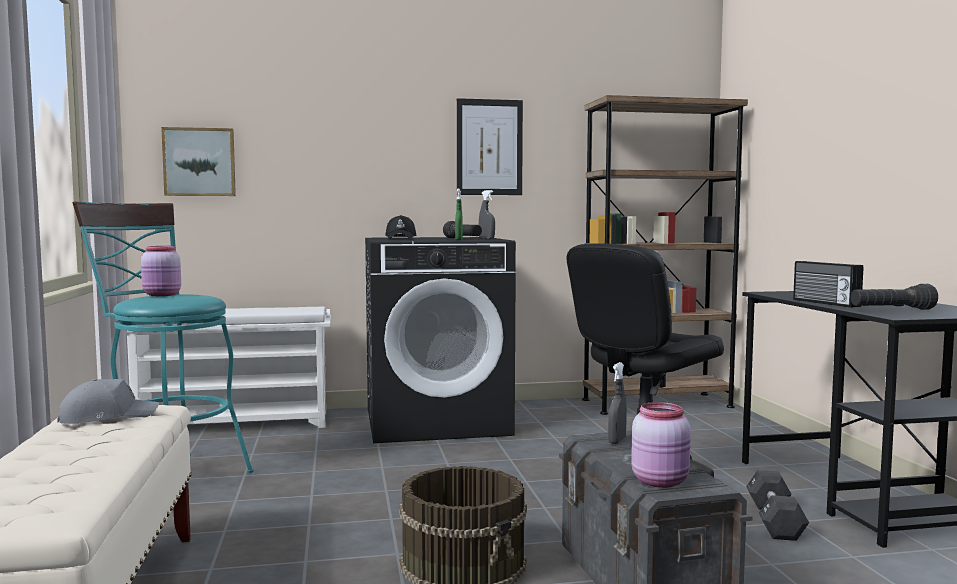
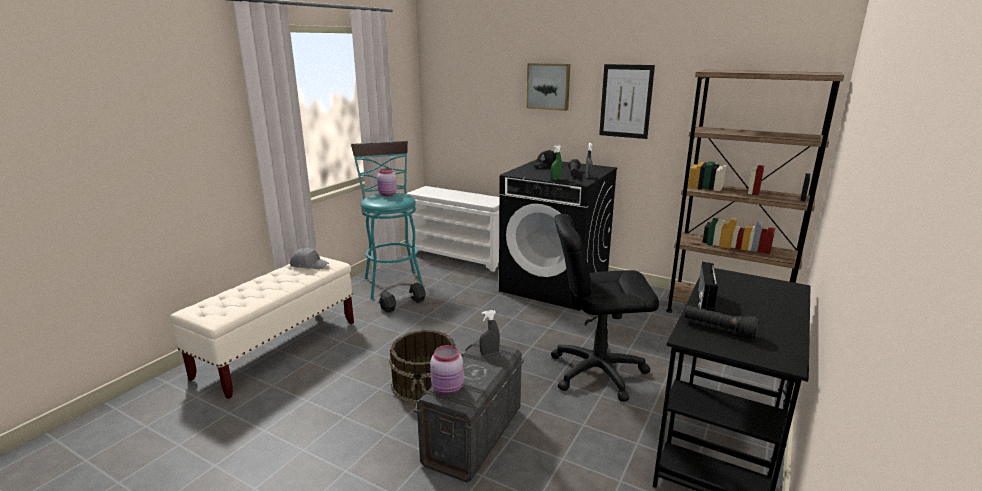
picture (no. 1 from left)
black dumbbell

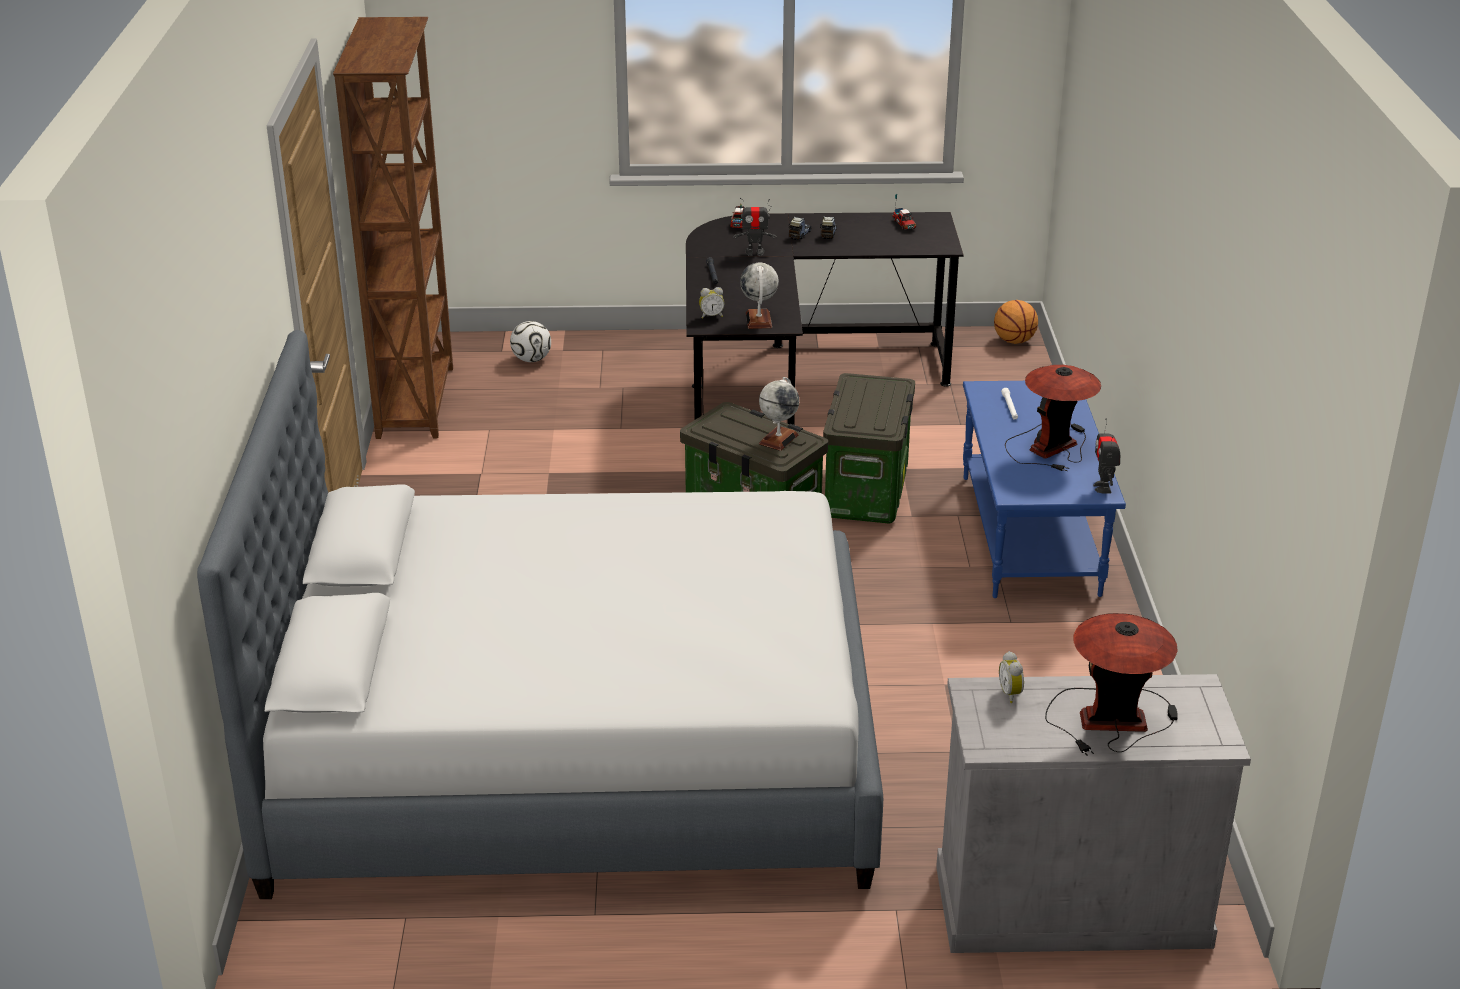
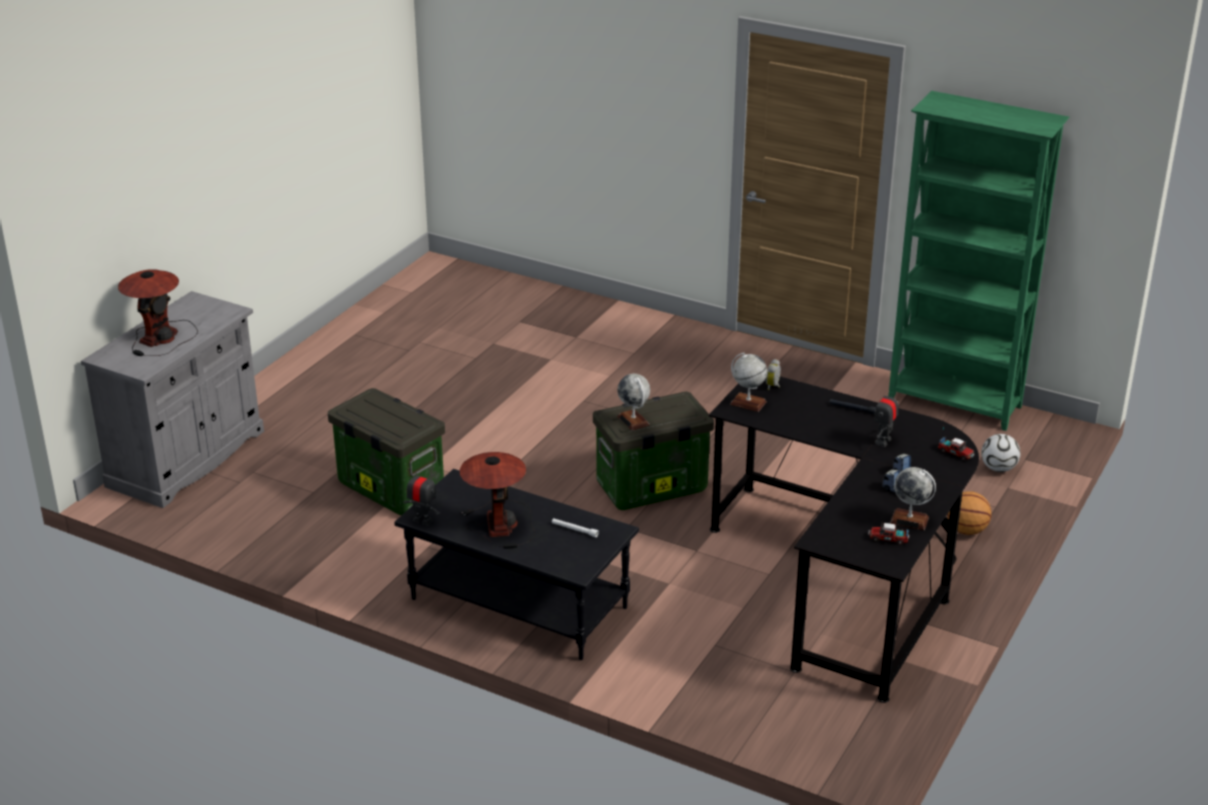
green bookcase
basketball
grey bed
storage box (no. 1 from left)
black coffee table
alarm clock (no. 2 from left in the first image)
globe (no. 3 from left)

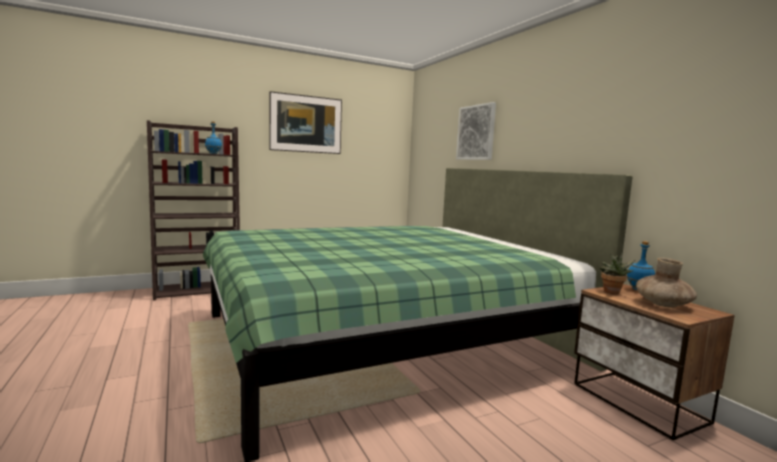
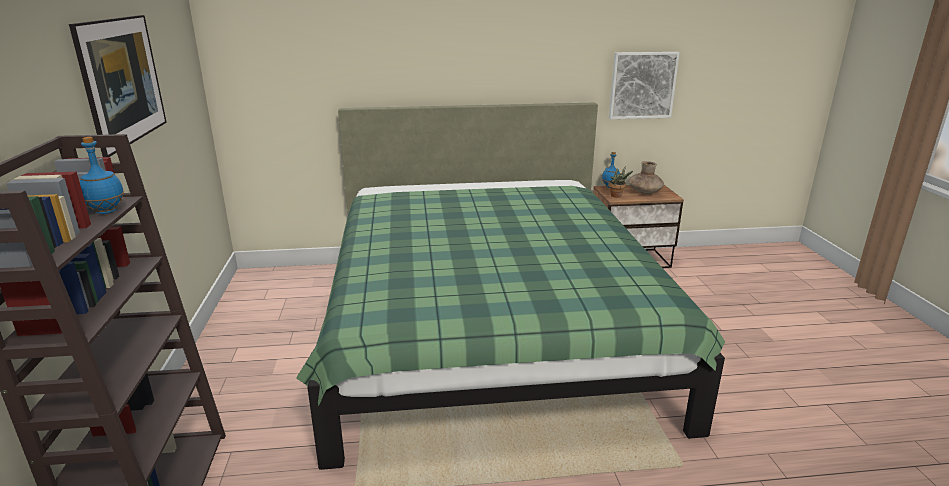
picture (no. 2 from left)

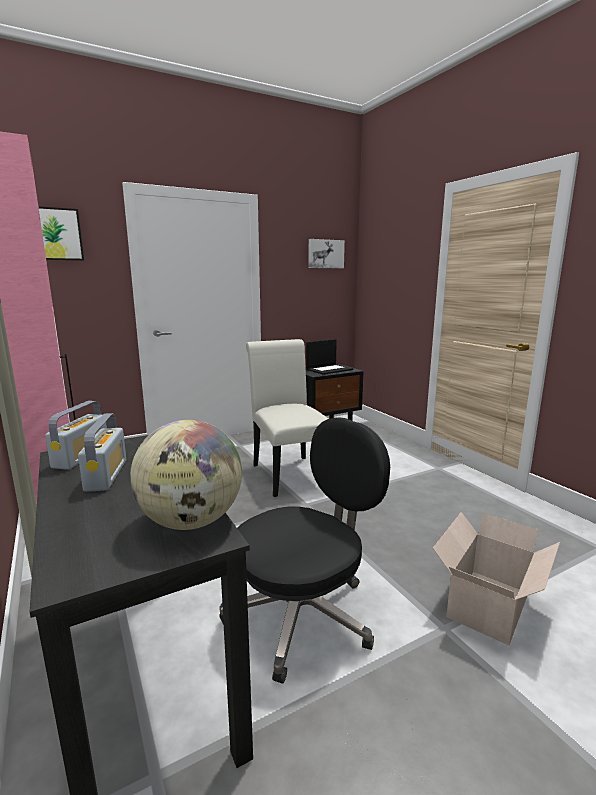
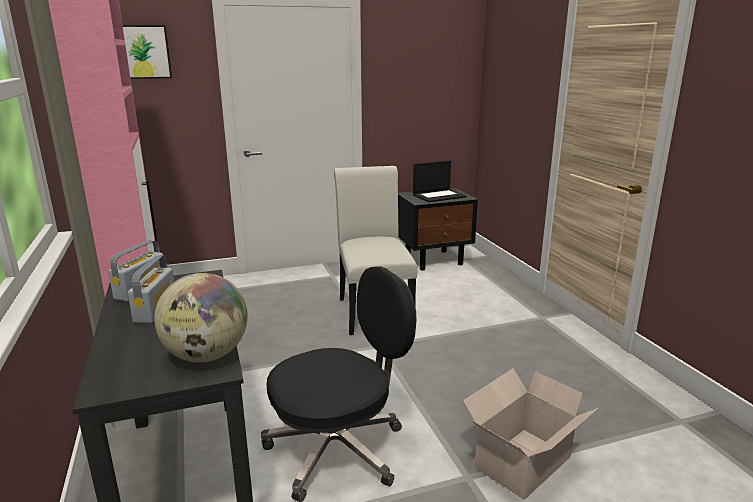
picture (no. 2 from left in the first image)

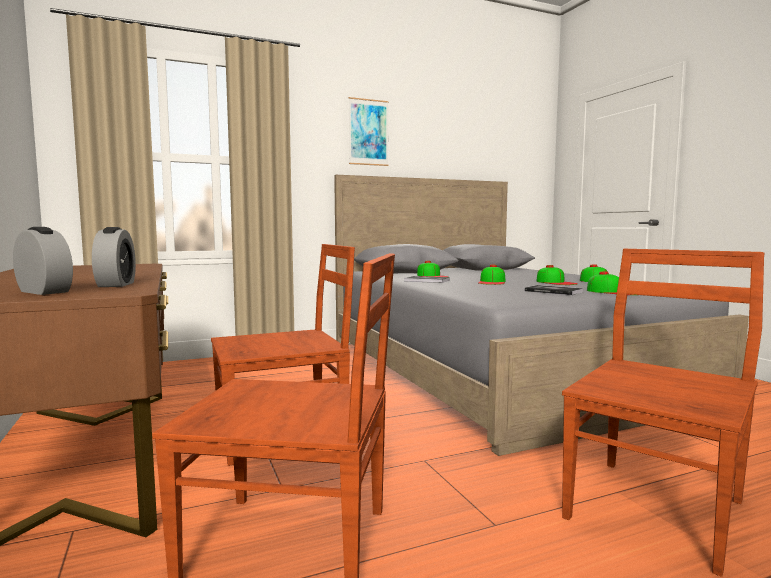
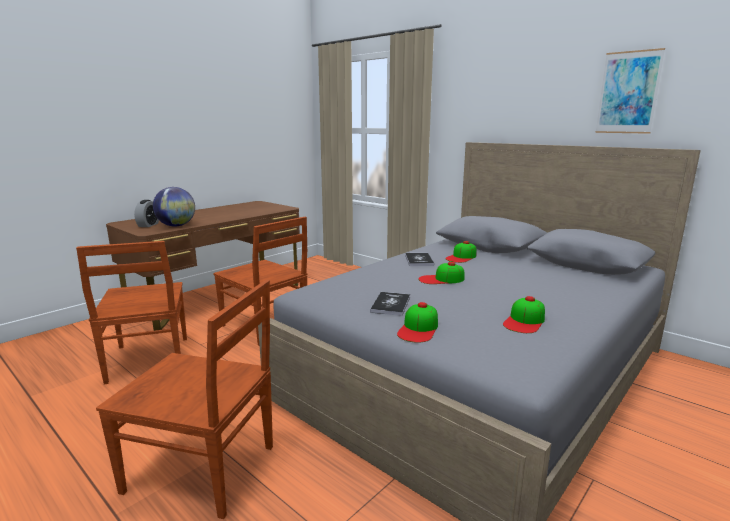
picture
globe
cap (no. 3 from left in the first image)

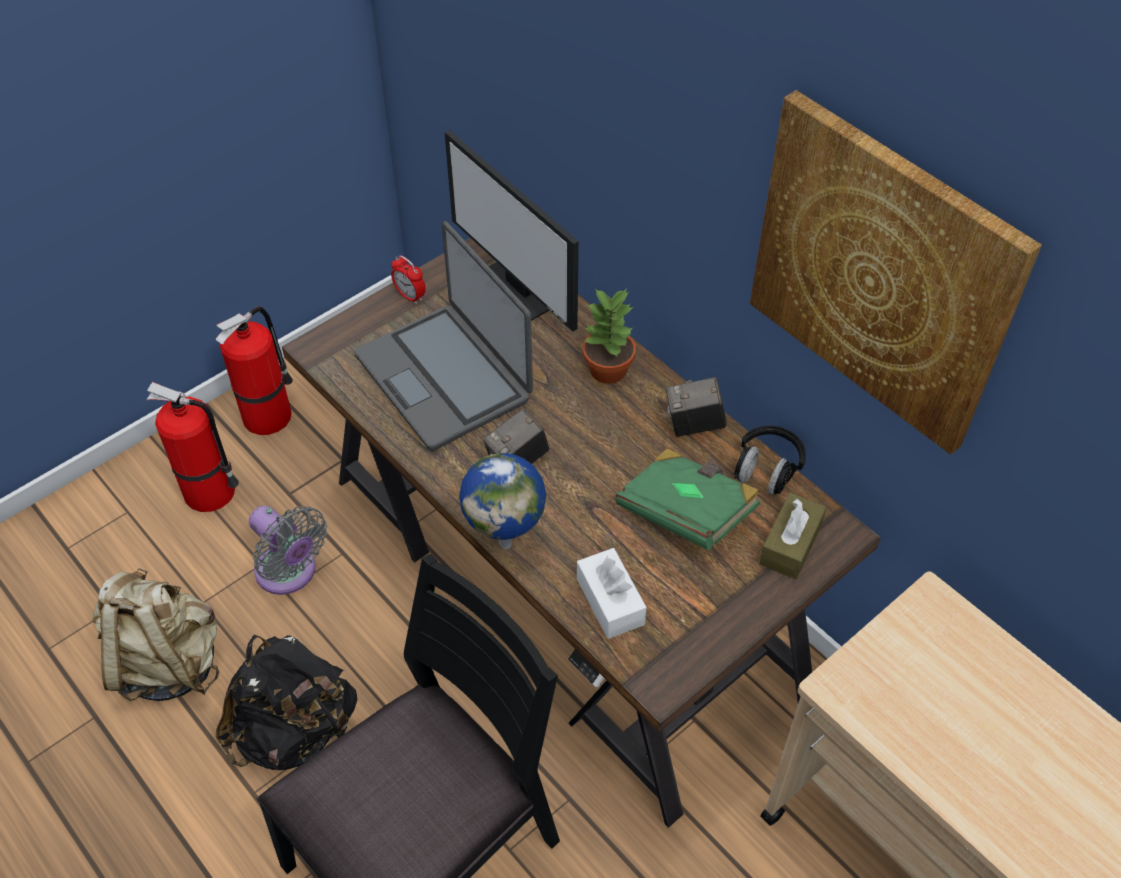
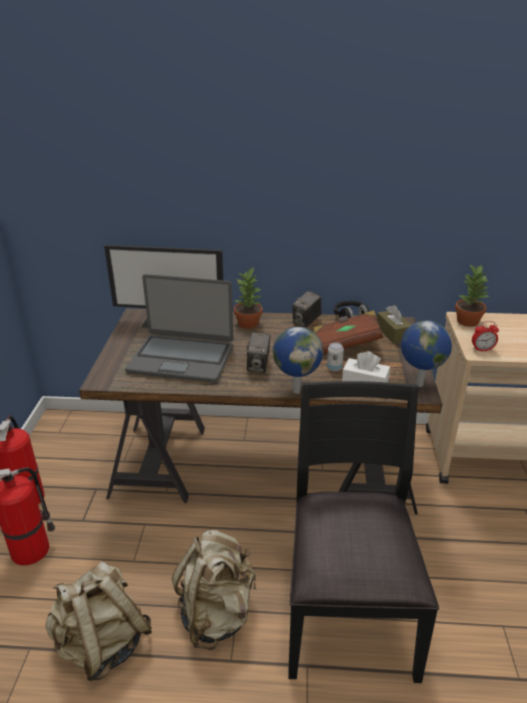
picture
alarm clock
brown book
grey fan
beige backpack (no. 2 from left)
potted plant (no. 2 from left)
globe (no. 2 from left)
can

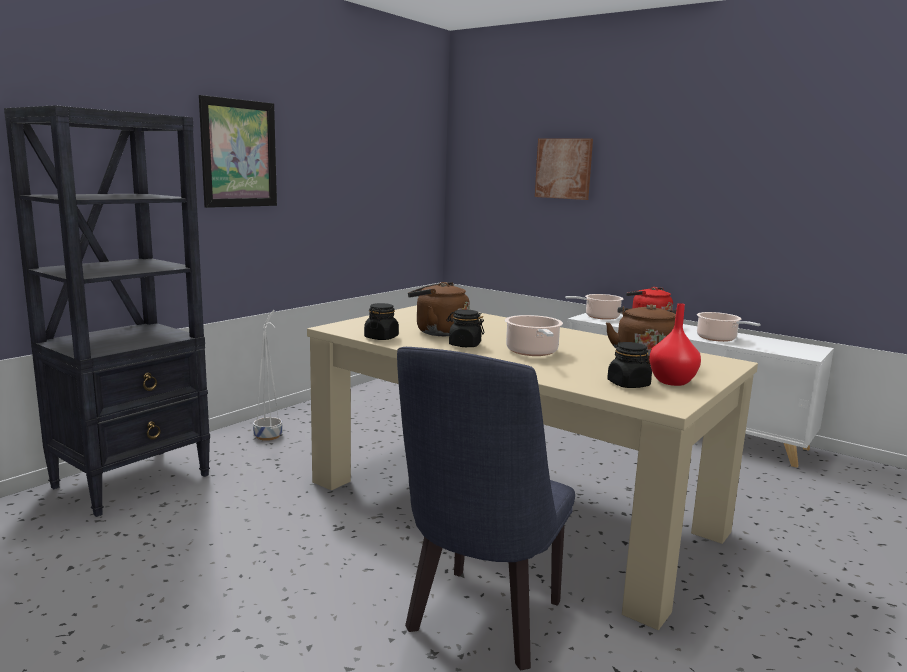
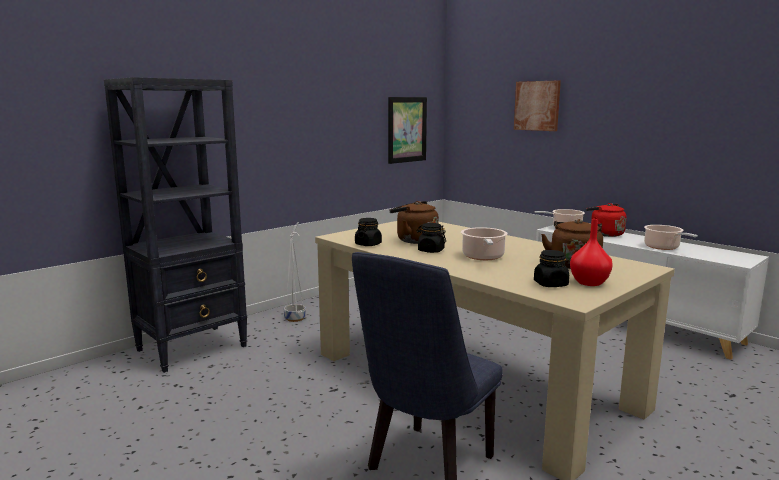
picture (no. 1 from left)

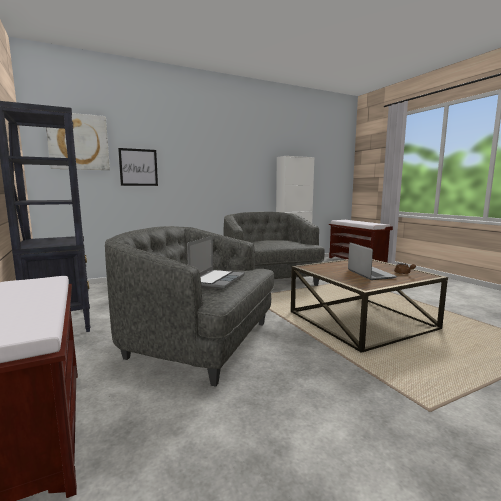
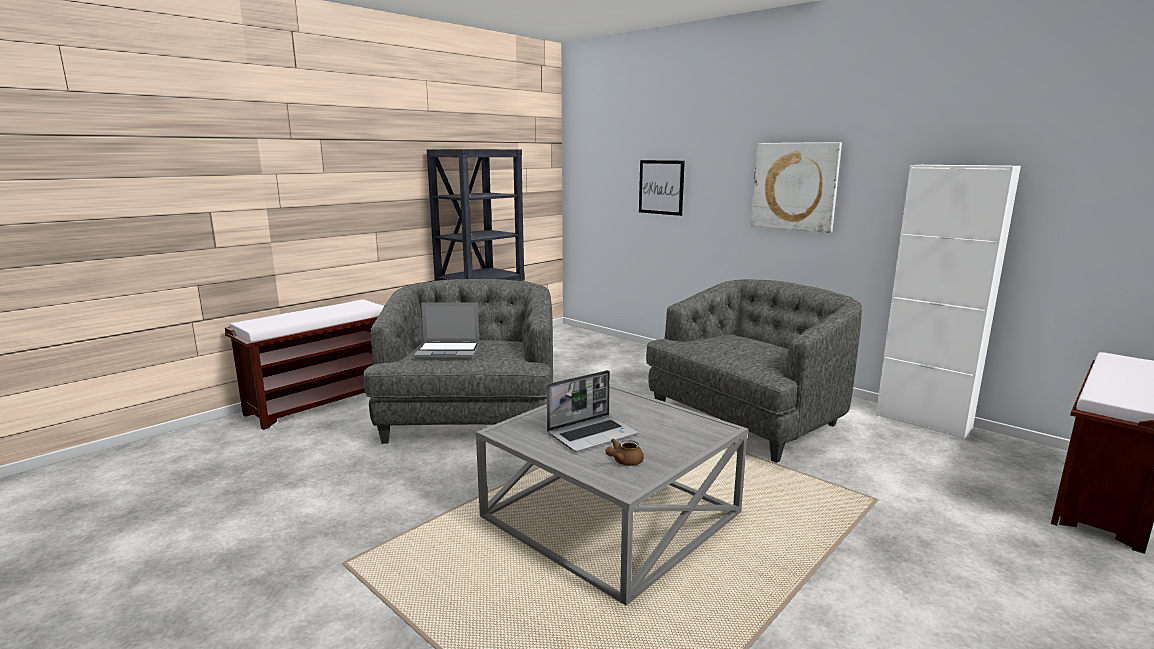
picture (no. 2 from left)
grey coffee table

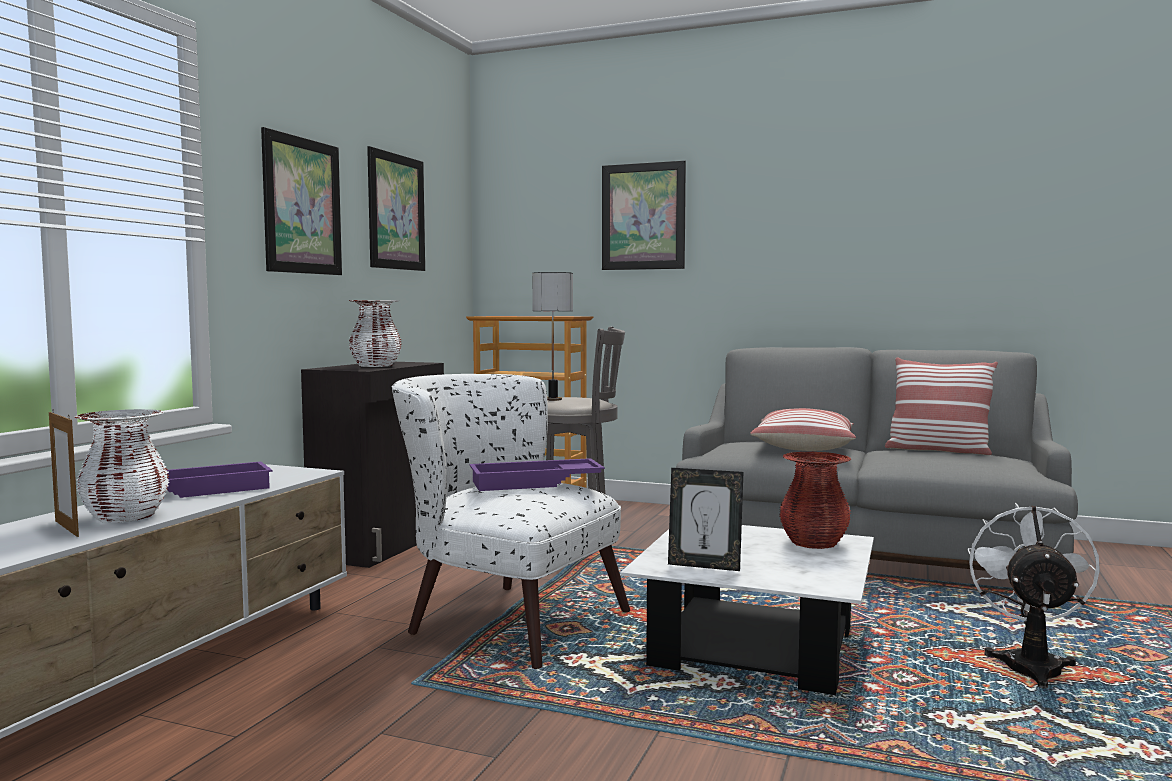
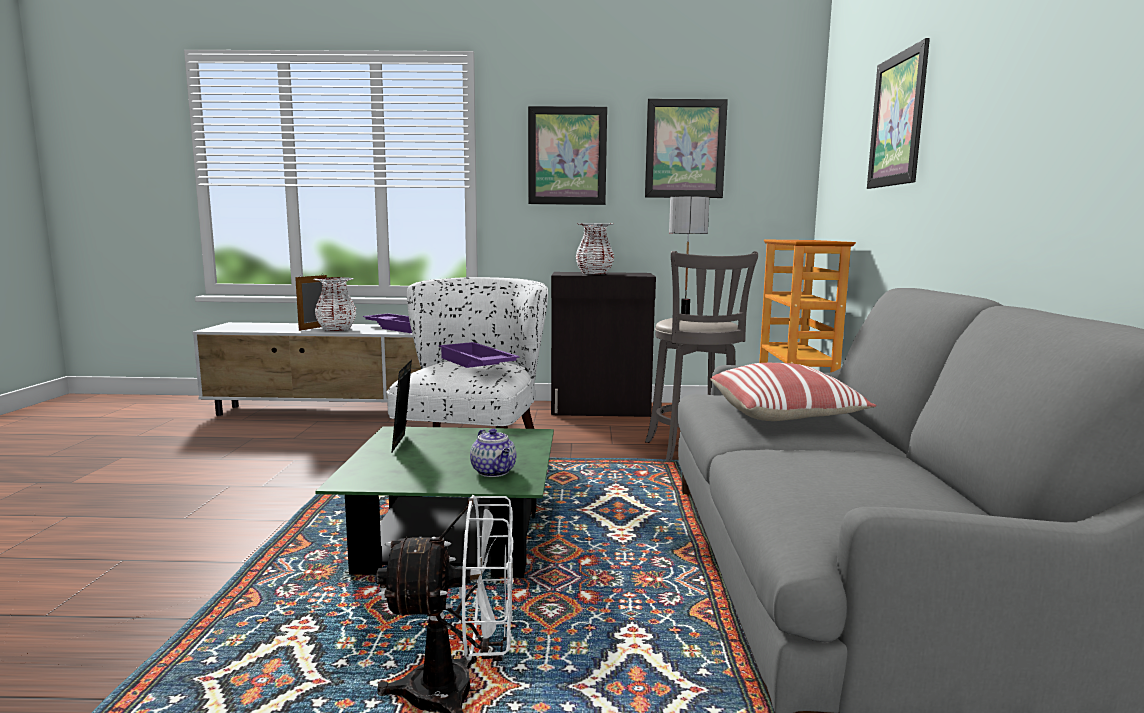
pillow (no. 2 from left in the first image)
teapot
green coffee table

